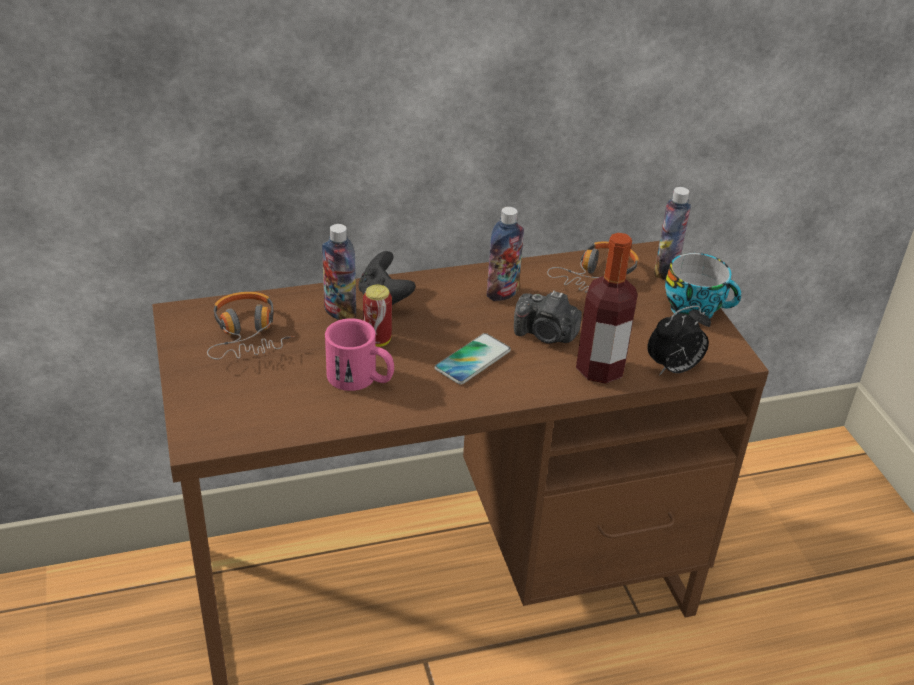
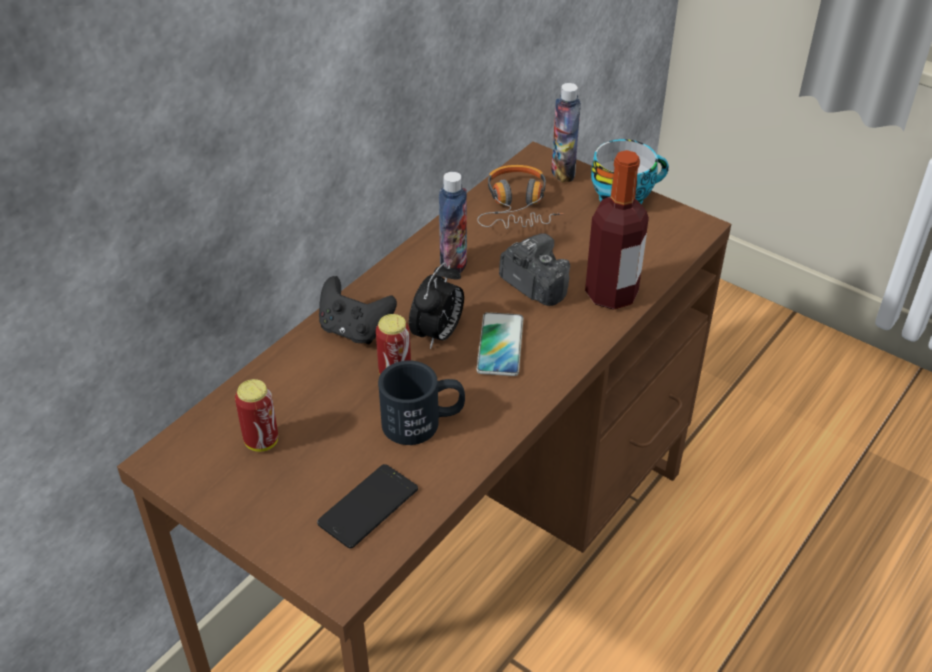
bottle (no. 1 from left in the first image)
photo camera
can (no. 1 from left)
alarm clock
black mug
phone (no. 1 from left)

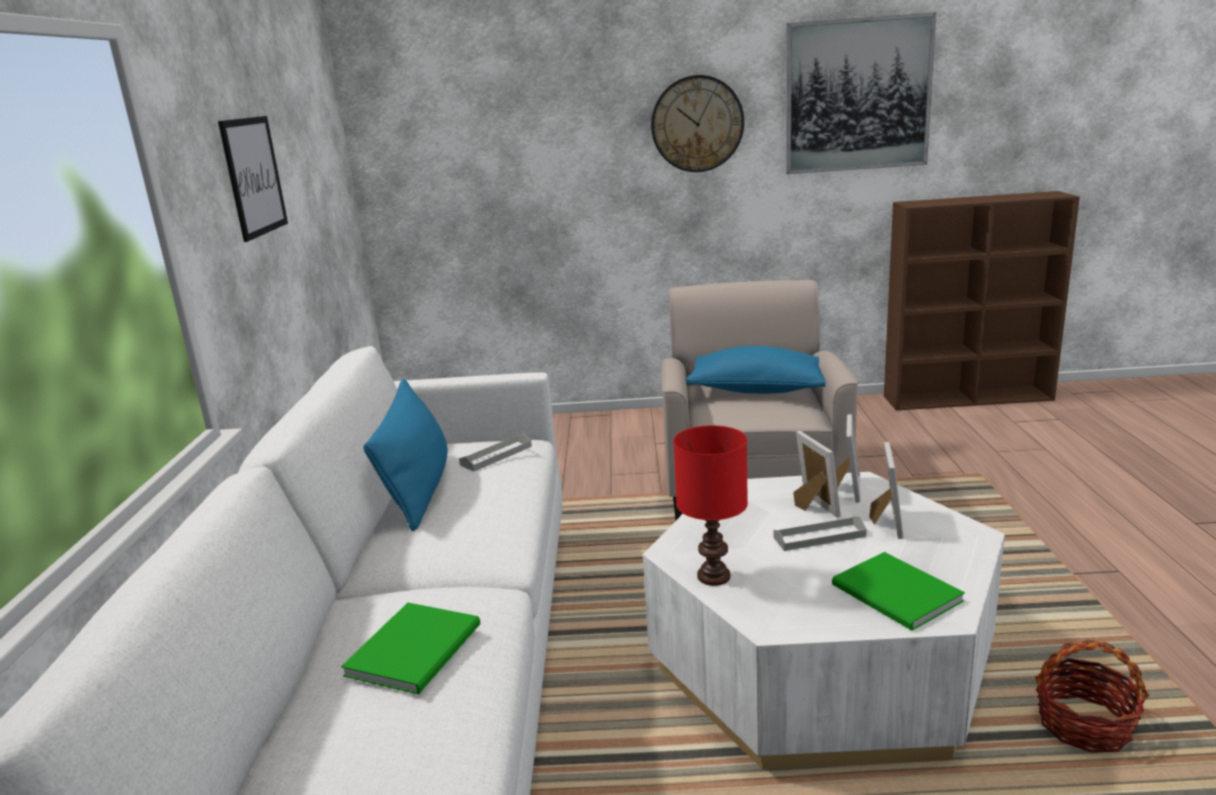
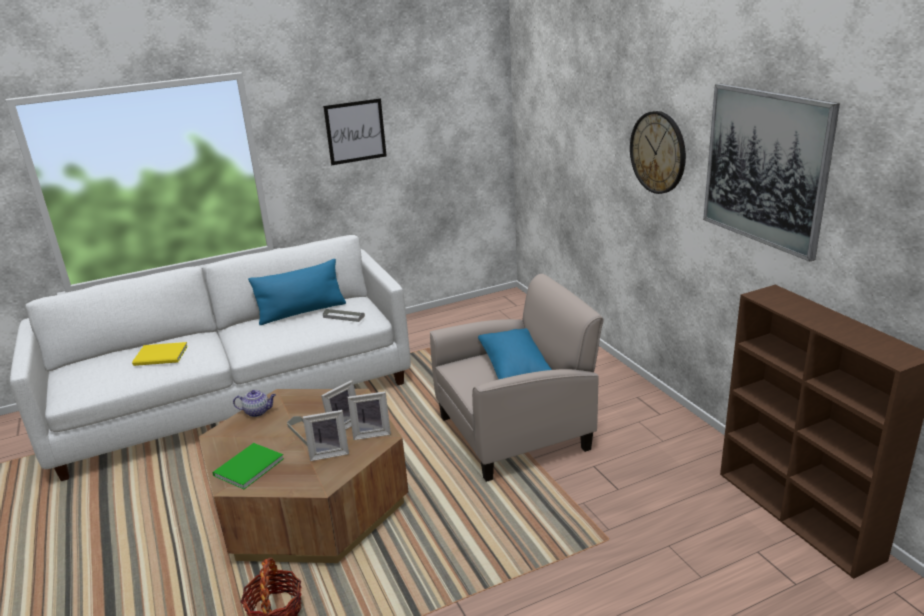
teapot
brown coffee table
yellow book

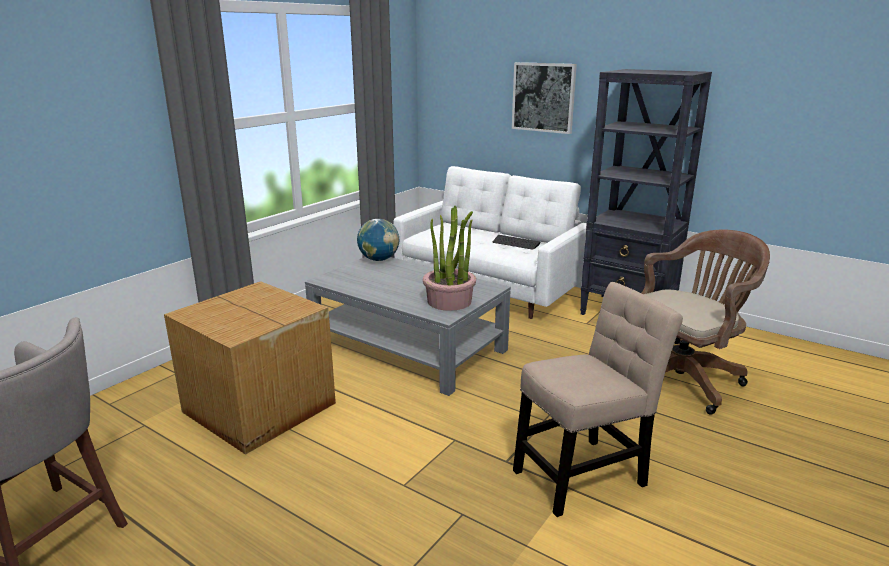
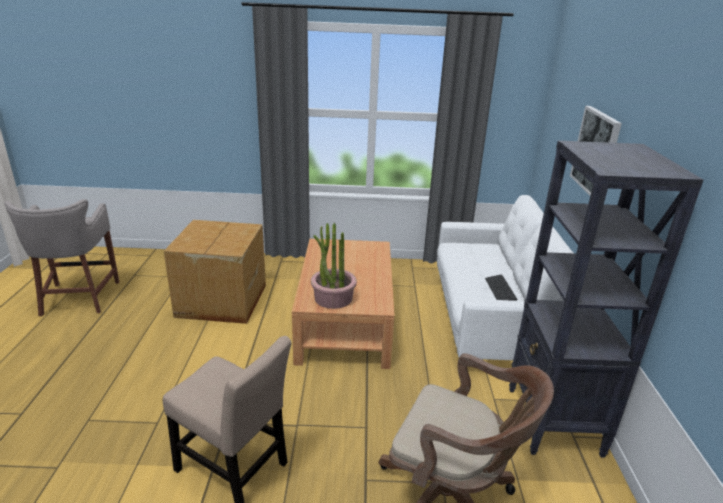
globe
brown coffee table

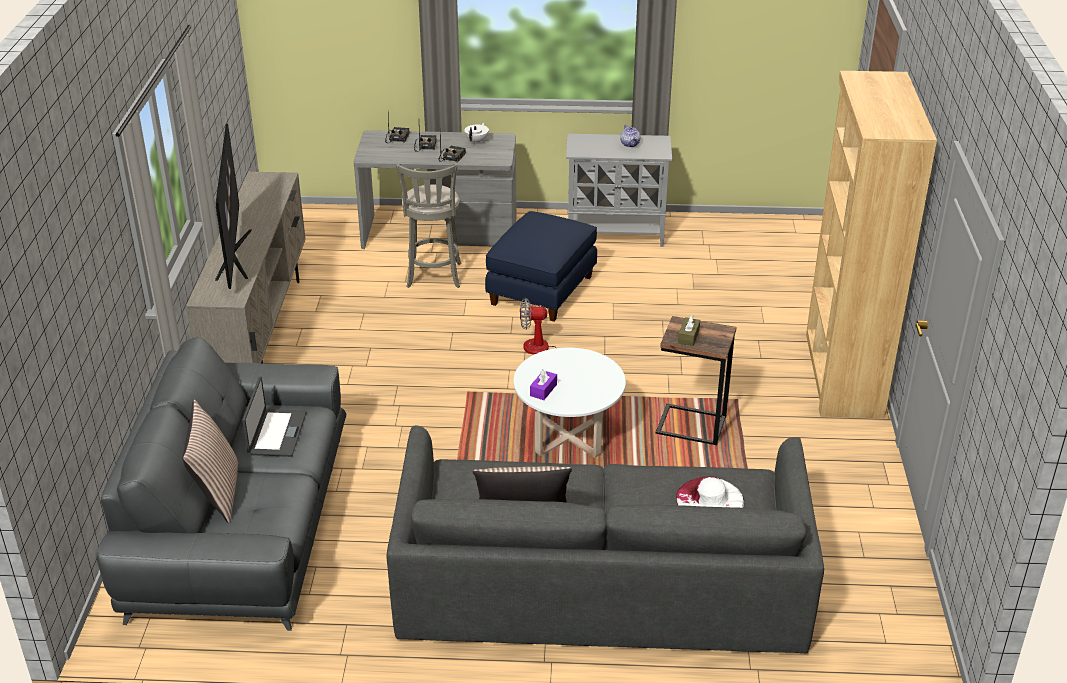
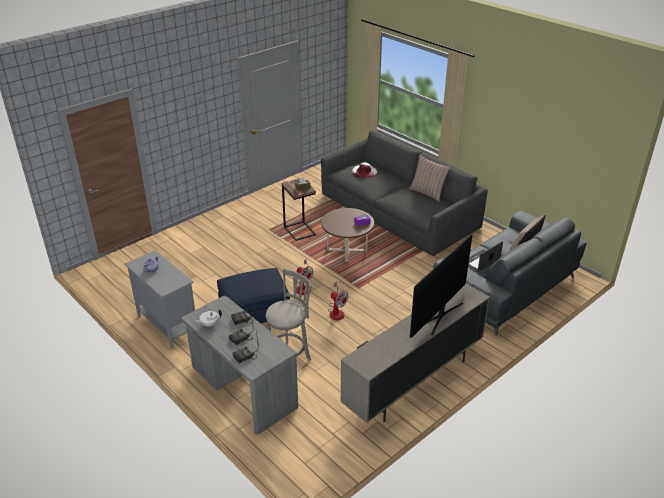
brown bookcase
brown coffee table
fan (no. 2 from left)

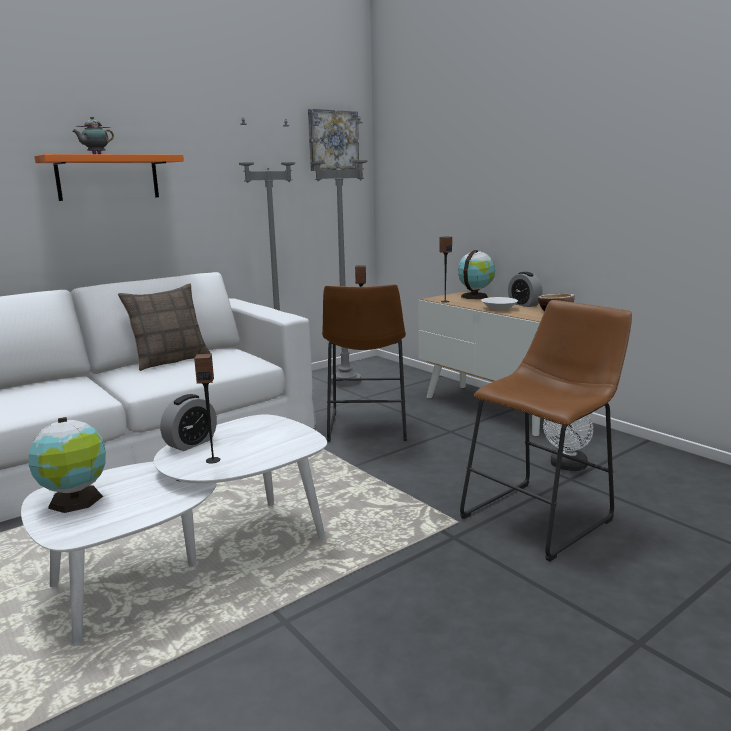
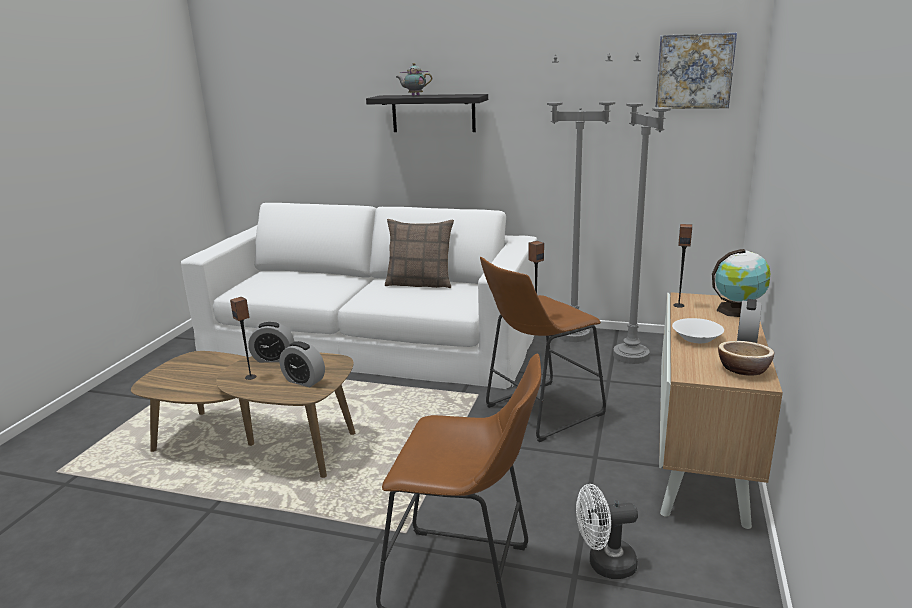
black shelf
brown coffee table
globe (no. 1 from left in the first image)
alarm clock (no. 2 from left)

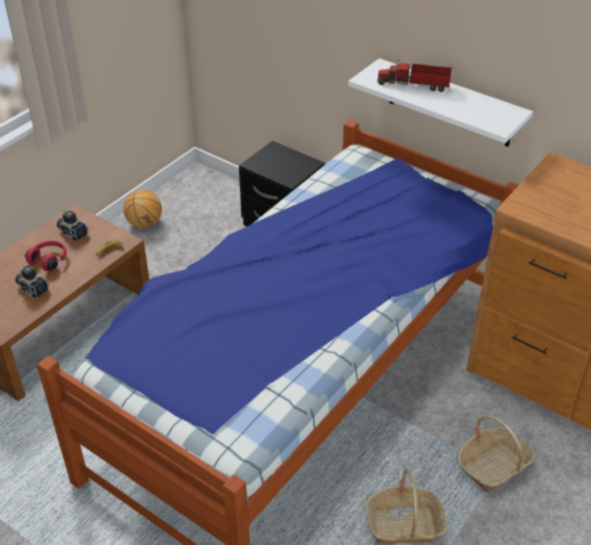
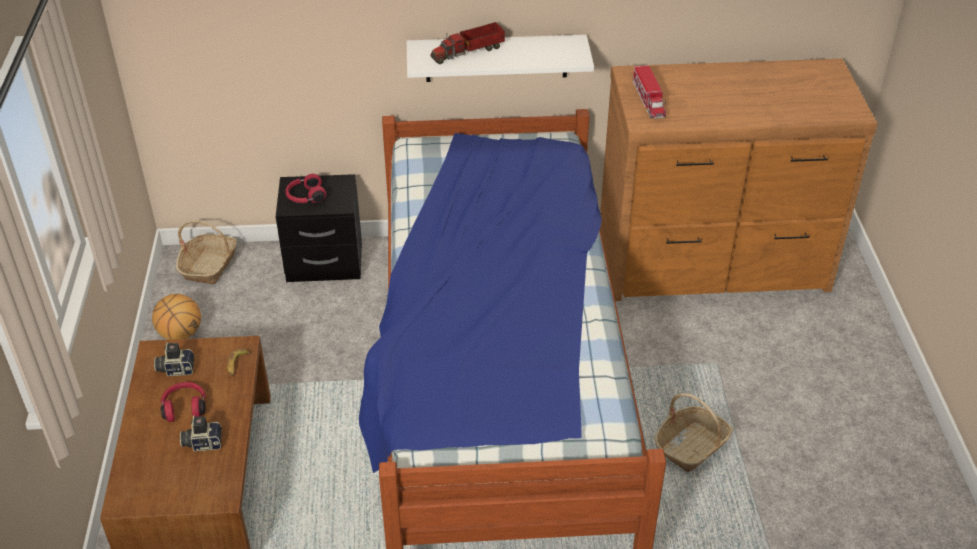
basket (no. 1 from left)
toy truck (no. 2 from left)
red headphones (no. 2 from left)

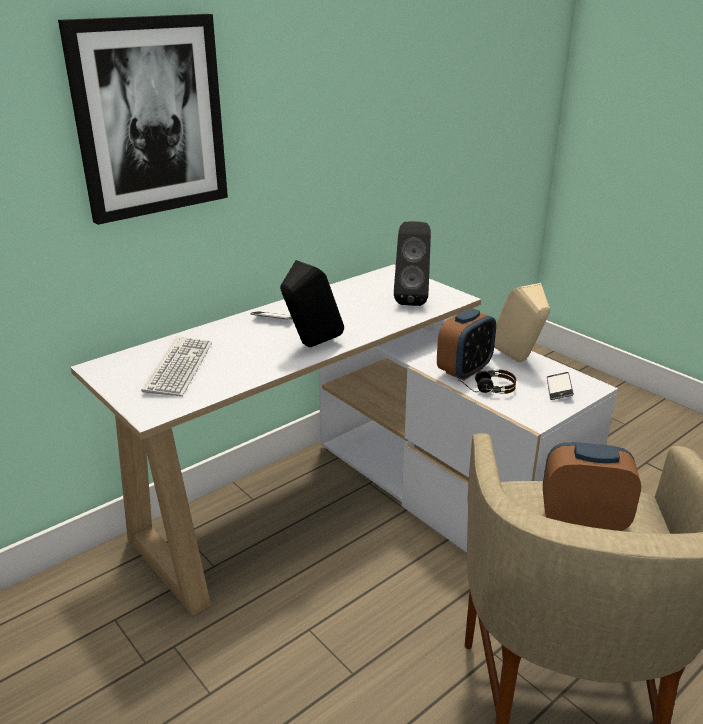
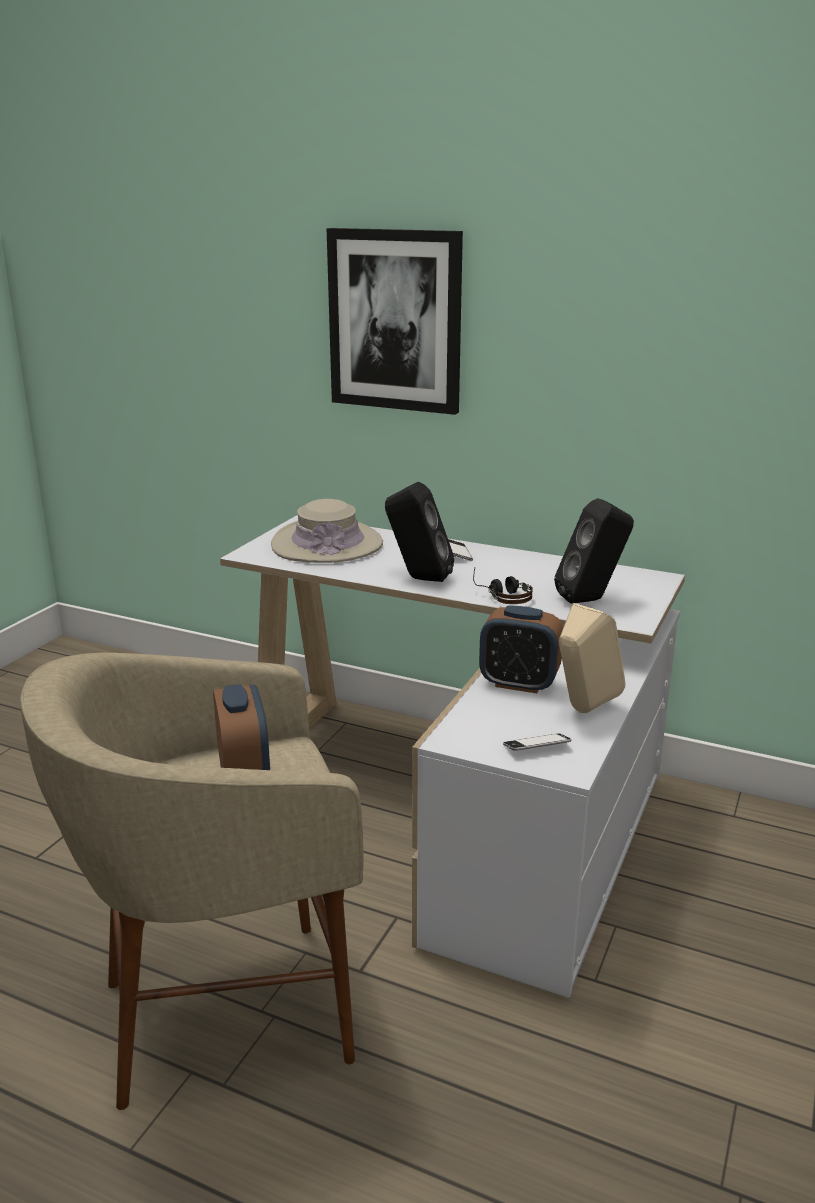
beige hat
headphones

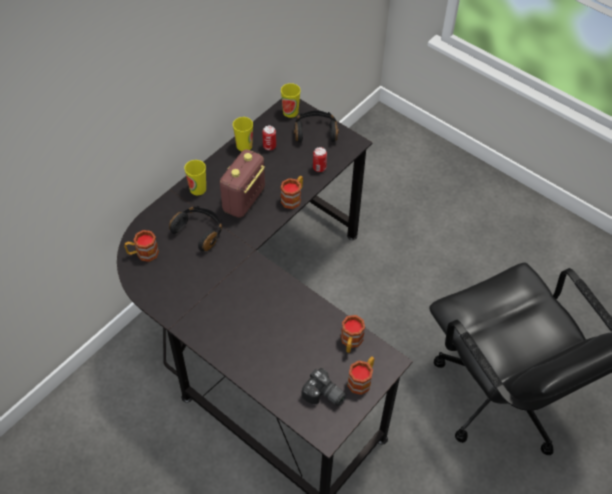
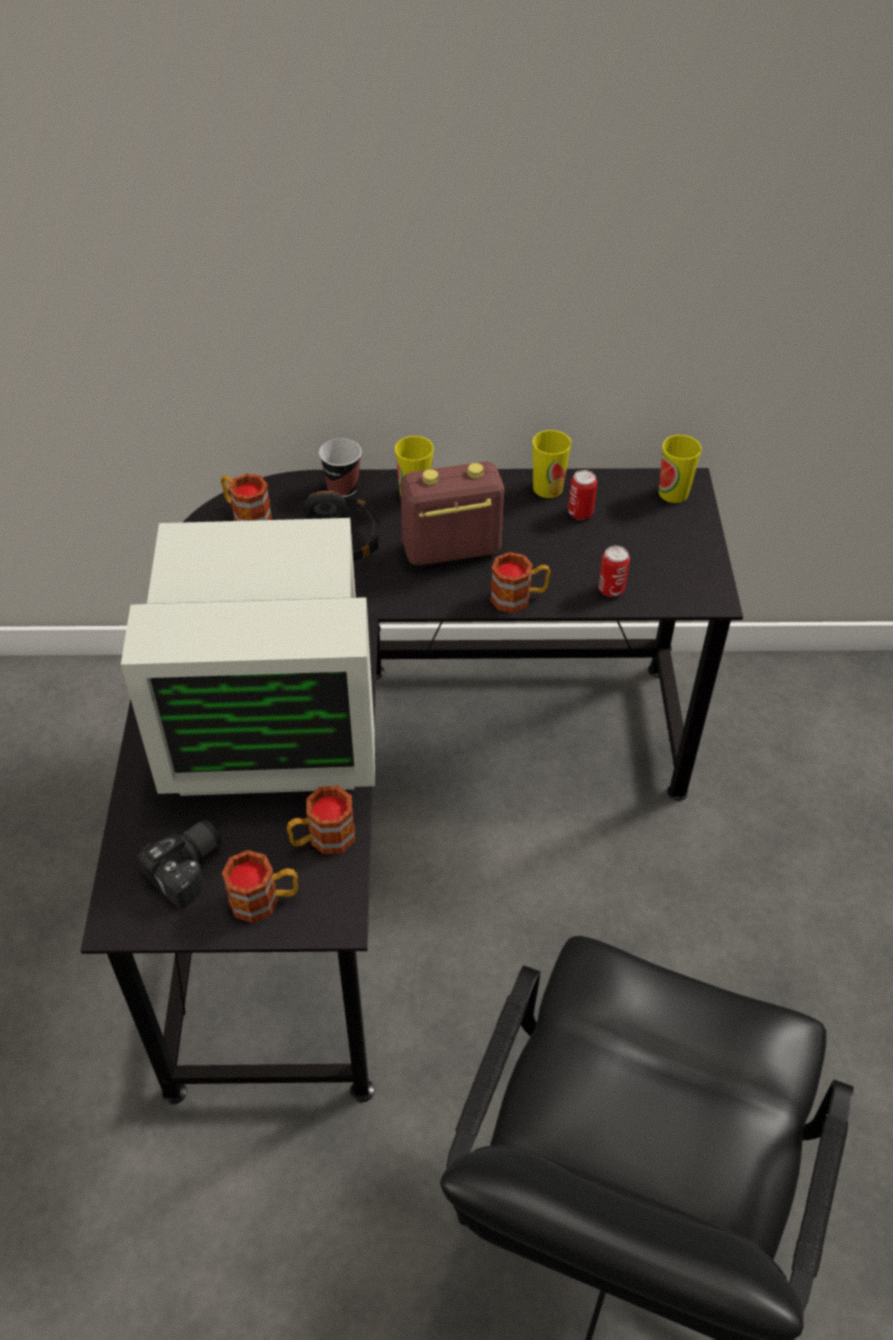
black headphones (no. 2 from left in the first image)
photo camera
cup (no. 1 from left)
monitor

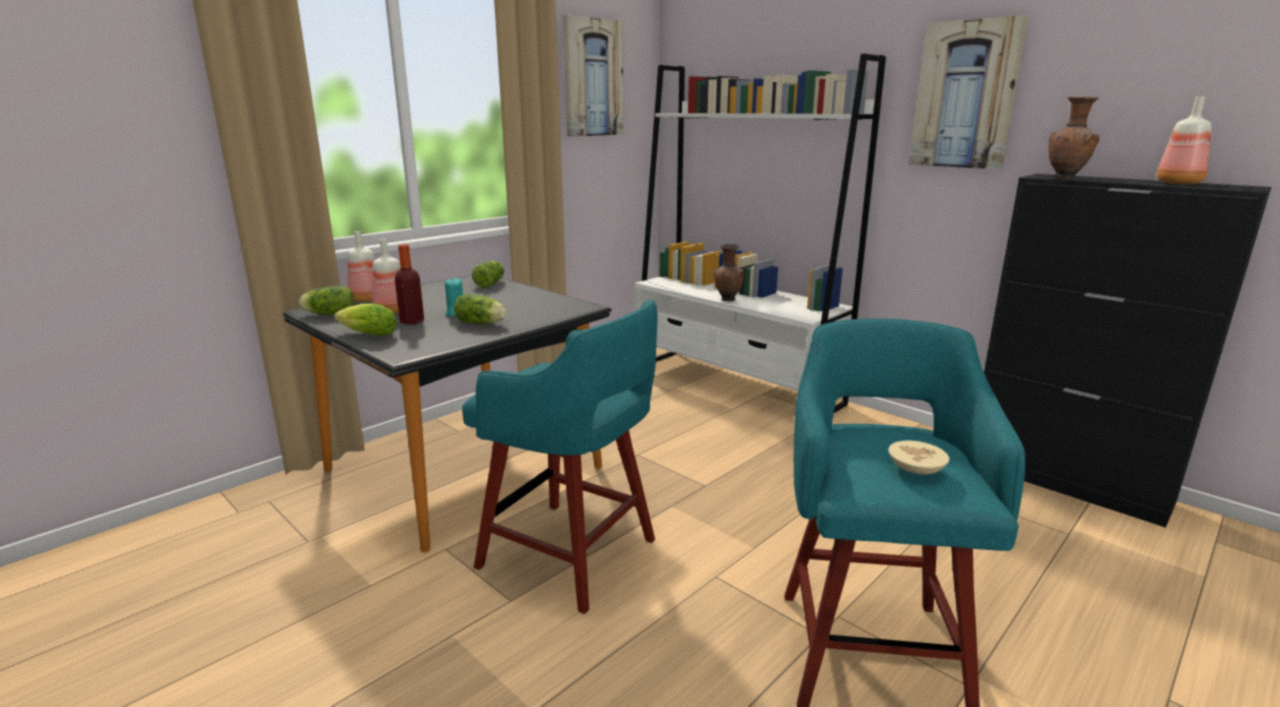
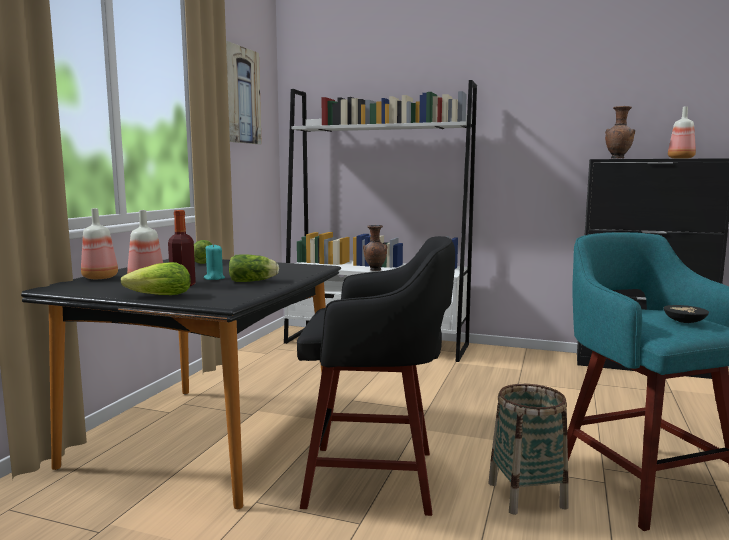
picture (no. 2 from left in the first image)
lettuce (no. 1 from left in the first image)
black stool
black bowl
basket

